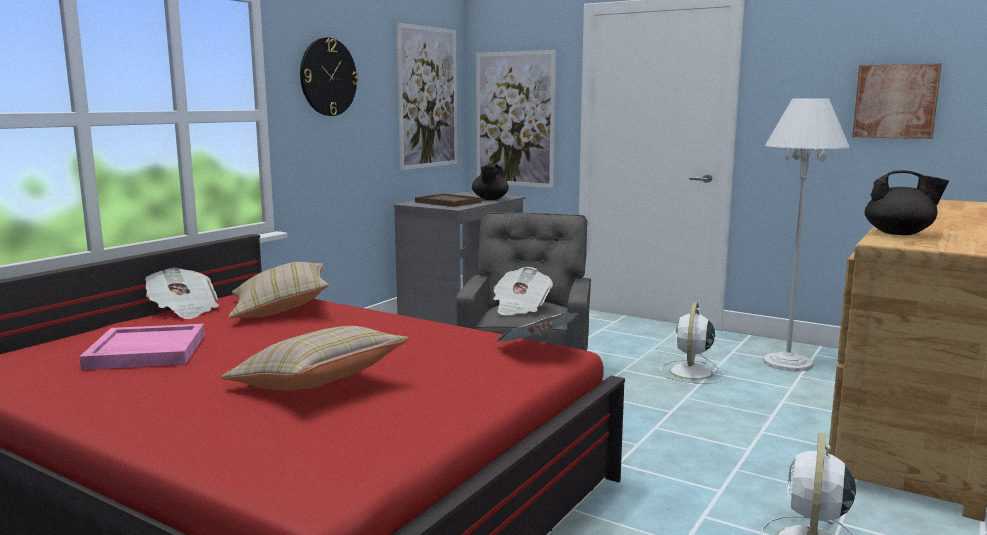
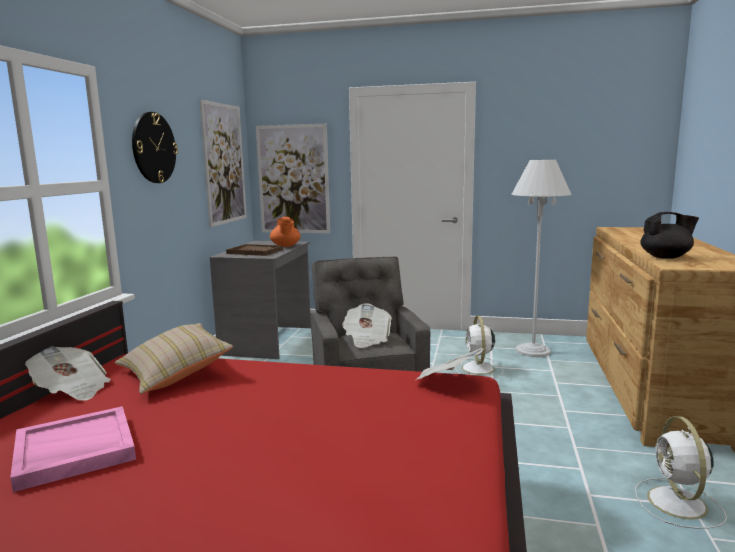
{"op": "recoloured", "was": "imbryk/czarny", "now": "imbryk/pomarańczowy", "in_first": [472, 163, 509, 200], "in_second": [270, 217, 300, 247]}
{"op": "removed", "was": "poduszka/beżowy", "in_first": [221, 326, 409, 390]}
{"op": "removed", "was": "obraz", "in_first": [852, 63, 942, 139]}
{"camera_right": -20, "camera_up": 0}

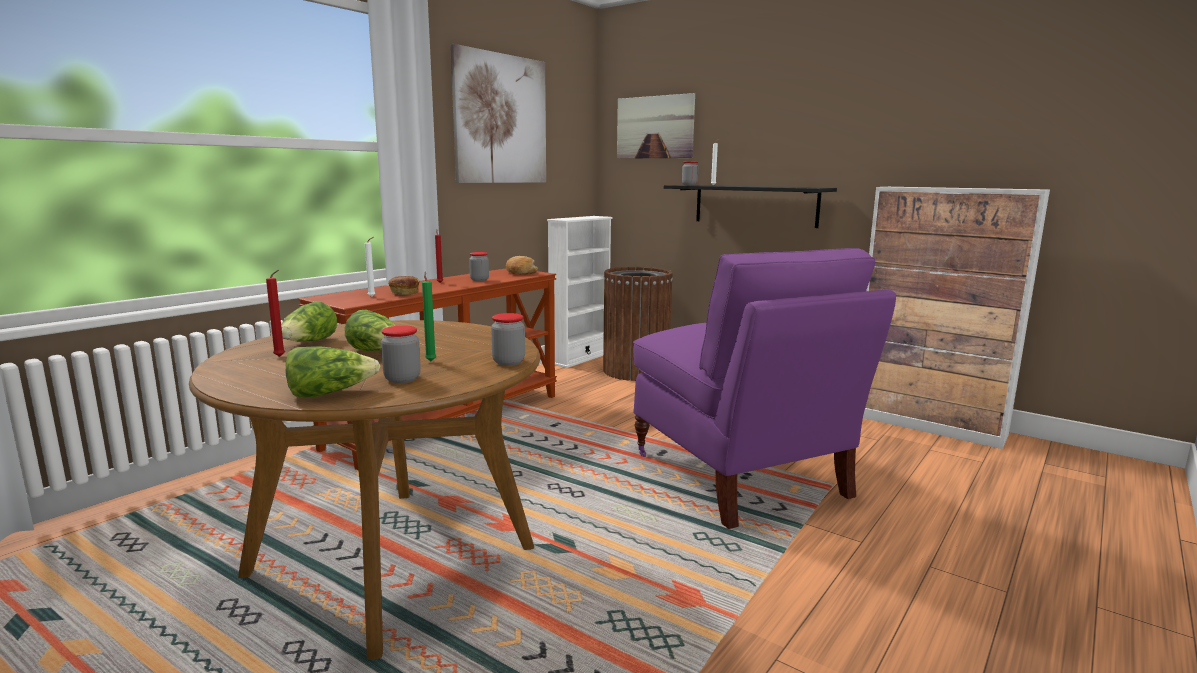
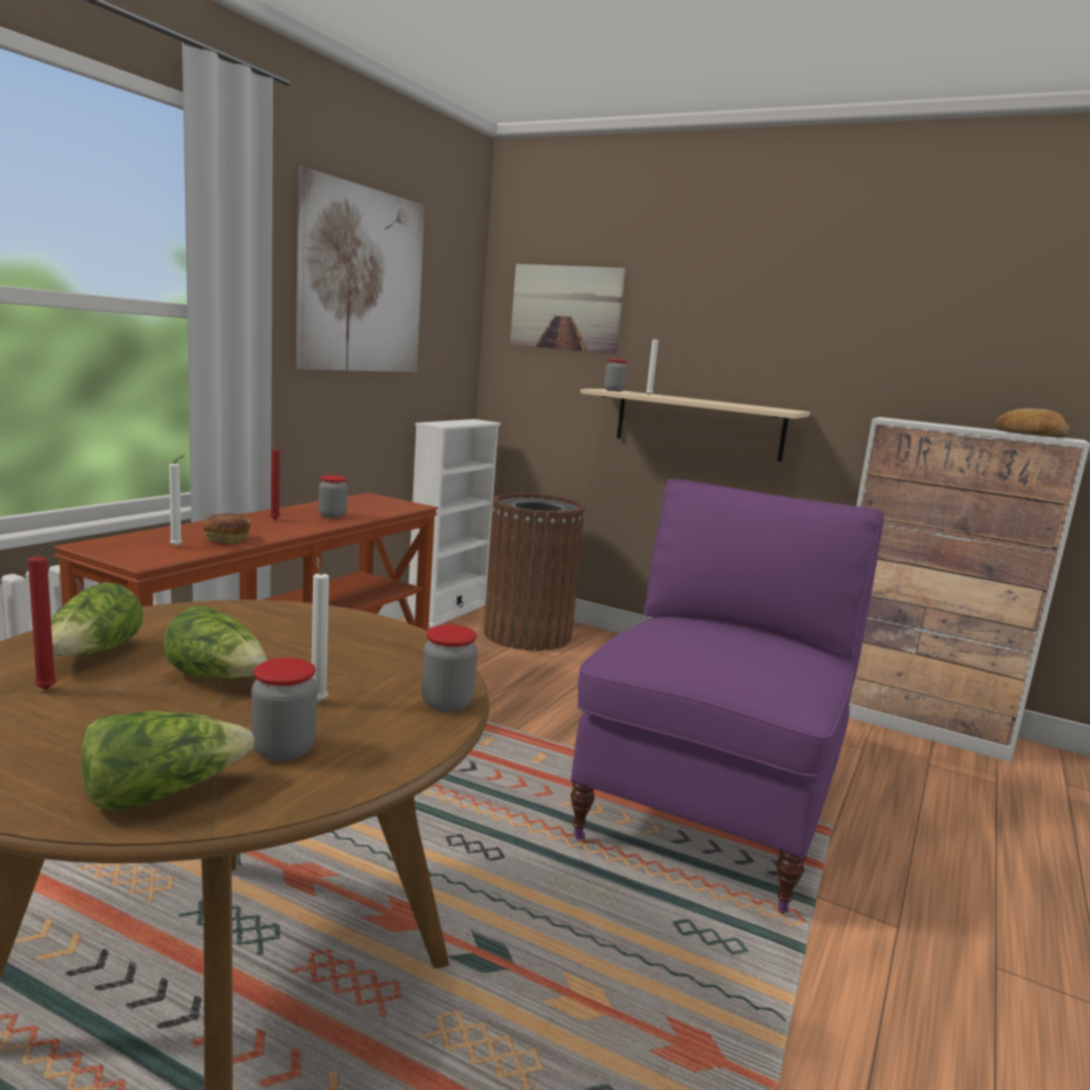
{"op": "recoloured", "was": "świeca/zielony", "now": "świeca/biały", "in_first": [422, 272, 437, 361], "in_second": [312, 557, 329, 702]}
{"op": "turned", "was": "krzesło/fioletowy", "in_first": [633, 248, 896, 529], "in_second": [570, 479, 884, 914], "clockwise": -120}
{"op": "recoloured", "was": "półka/czarny", "now": "półka/beżowy", "in_first": [664, 185, 837, 228], "in_second": [580, 389, 810, 462]}
{"op": "moved", "was": "chleb", "in_first": [506, 256, 538, 275], "in_second": [996, 409, 1070, 437]}
{"camera_right": -10, "camera_up": 0}

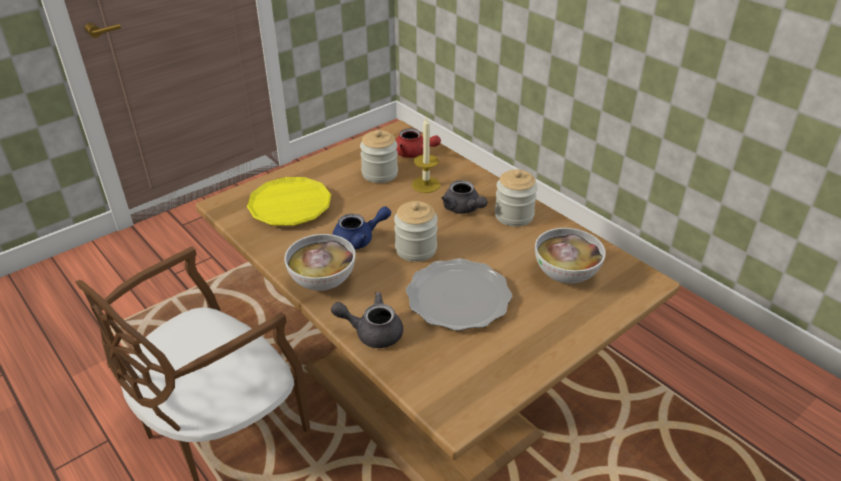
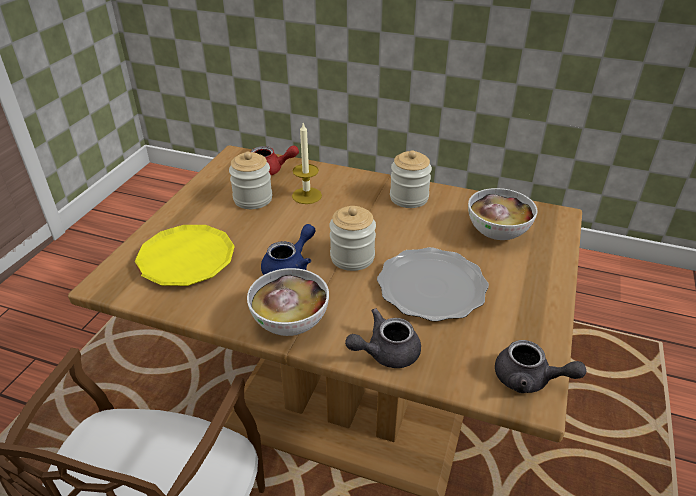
{"op": "moved", "was": "imbryk/szary", "in_first": [441, 180, 487, 214], "in_second": [495, 340, 586, 393]}
{"camera_right": -30, "camera_up": 0}

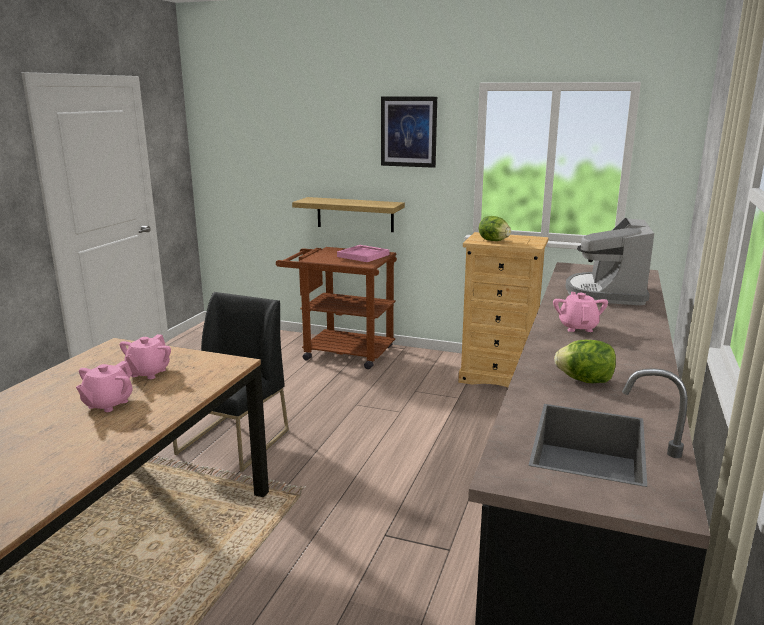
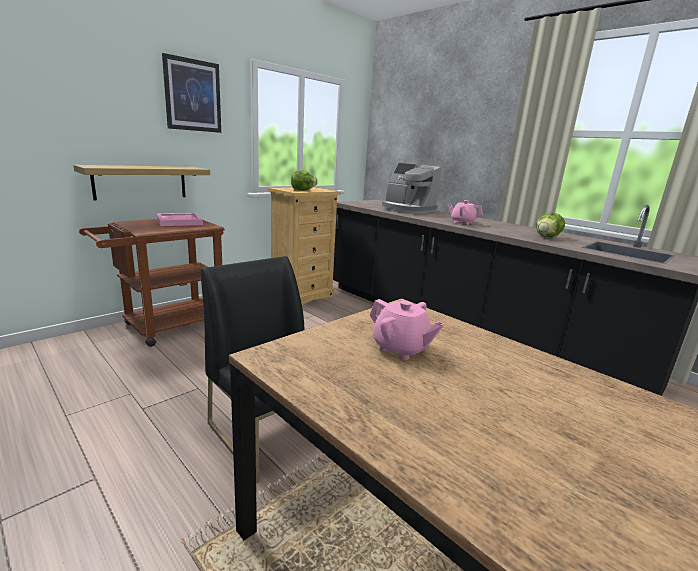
{"op": "removed", "was": "imbryk/różowy", "in_first": [76, 361, 133, 412]}
{"camera_right": -65, "camera_up": 0}

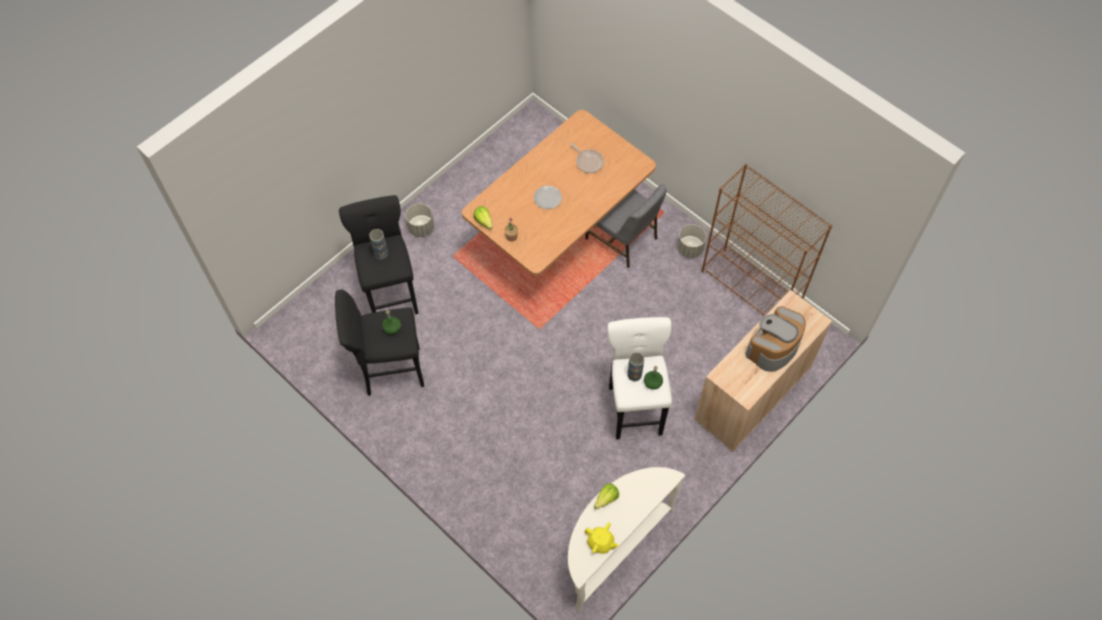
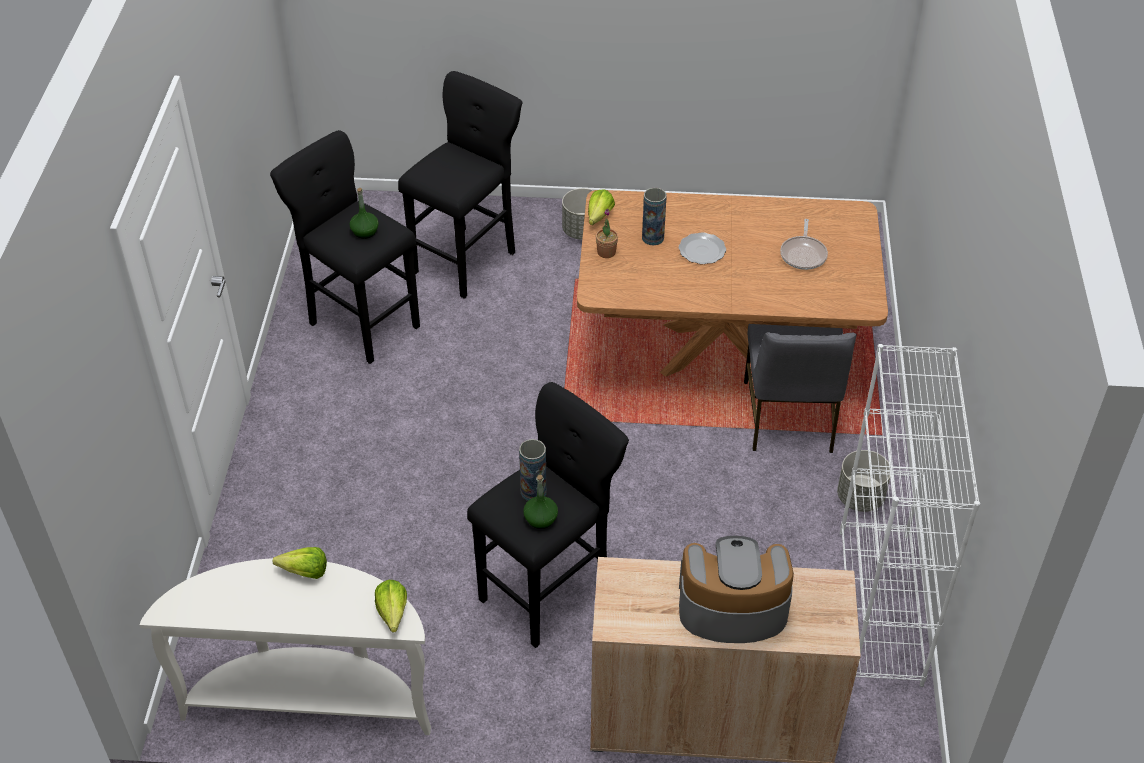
{"op": "added", "now": "sałata", "in_second": [375, 580, 407, 632]}
{"op": "recoloured", "was": "stołek/biały", "now": "stołek/czarny", "in_first": [608, 317, 672, 440], "in_second": [467, 382, 629, 648]}
{"op": "moved", "was": "wazon", "in_first": [369, 229, 388, 259], "in_second": [642, 188, 667, 245]}
{"op": "recoloured", "was": "regał/brązowy", "now": "regał/biały", "in_first": [702, 164, 832, 316], "in_second": [840, 344, 980, 687]}
{"op": "removed", "was": "imbryk/żółty", "in_first": [584, 522, 619, 554]}
{"camera_right": 50, "camera_up": -15}

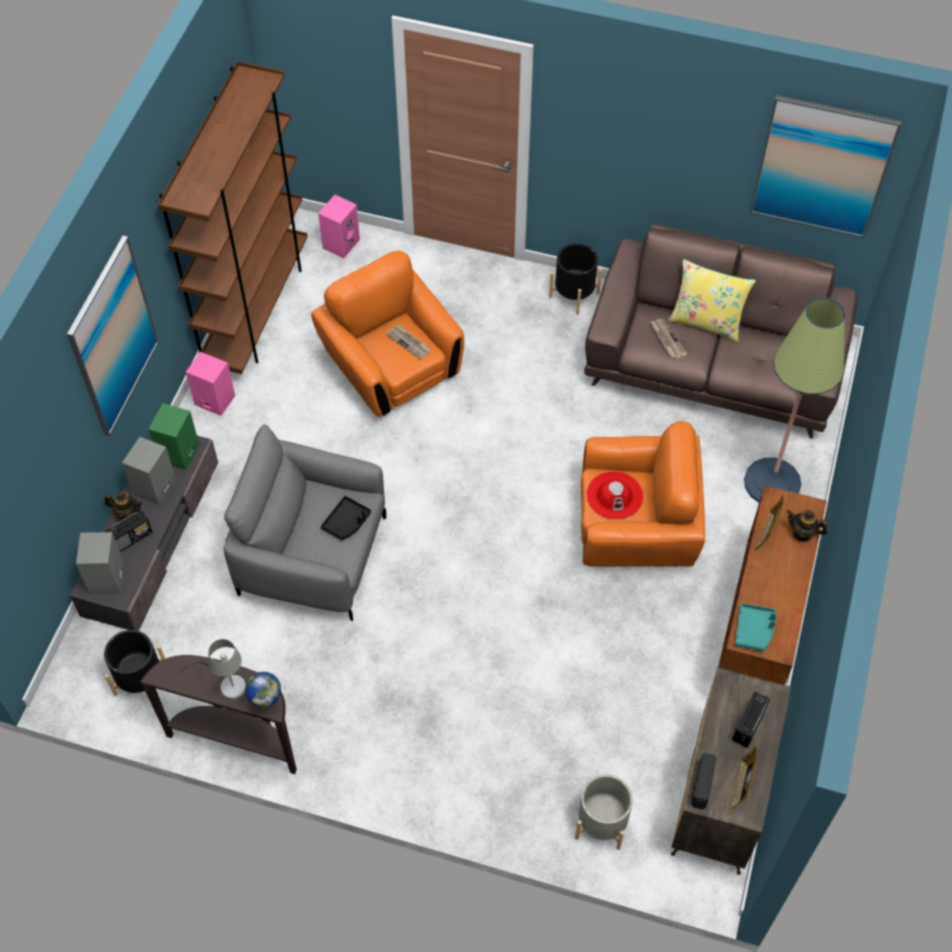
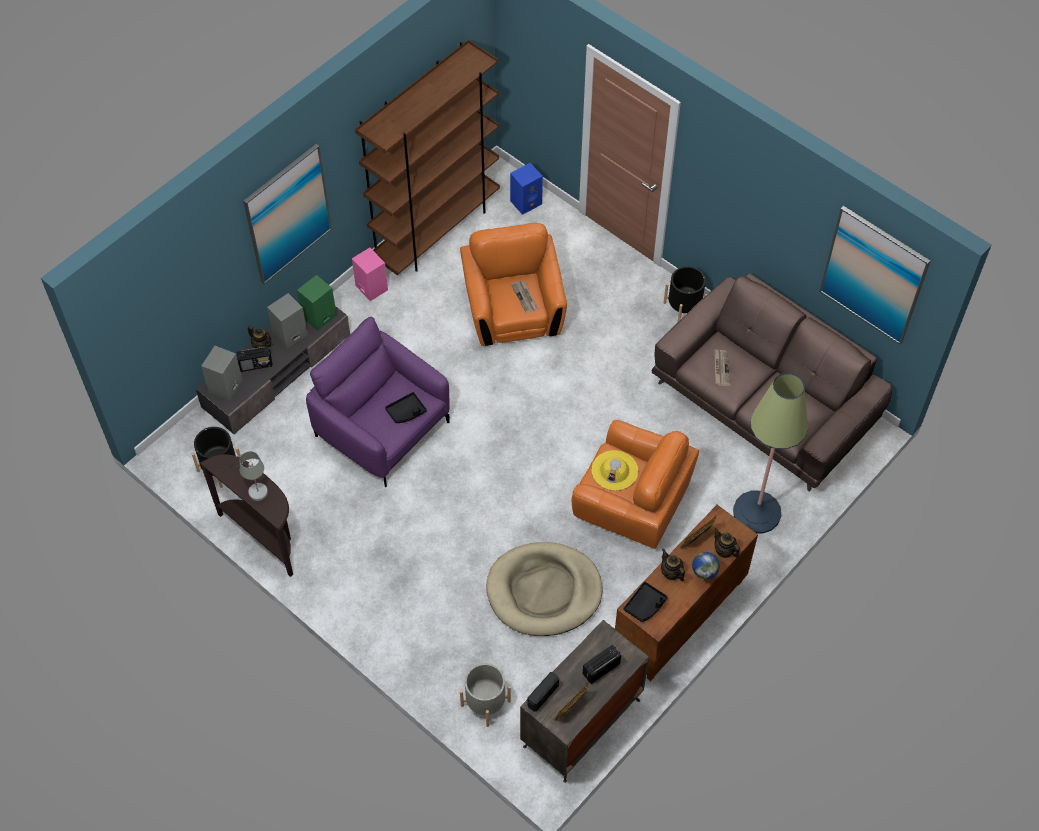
{"op": "recoloured", "was": "fotel/szary", "now": "fotel/fioletowy", "in_first": [224, 424, 386, 621], "in_second": [306, 317, 450, 487]}
{"op": "added", "now": "legowisko/beżowy", "in_second": [486, 542, 602, 636]}
{"op": "recoloured", "was": "głośnik/różowy", "now": "głośnik/niebieski", "in_first": [318, 195, 360, 258], "in_second": [510, 163, 543, 215]}
{"op": "recoloured", "was": "kapelusz/czerwony", "now": "kapelusz/żółty", "in_first": [586, 471, 643, 520], "in_second": [591, 450, 638, 491]}
{"op": "recoloured", "was": "taca/turkusowy", "now": "taca/czarny", "in_first": [735, 603, 777, 651], "in_second": [623, 582, 668, 622]}
{"op": "added", "now": "imbryk", "in_second": [661, 549, 685, 581]}
{"op": "moved", "was": "globus", "in_first": [245, 672, 281, 708], "in_second": [692, 552, 720, 580]}
{"op": "removed", "was": "poduszka/żółty", "in_first": [668, 259, 756, 342]}
{"camera_right": 25, "camera_up": 0}

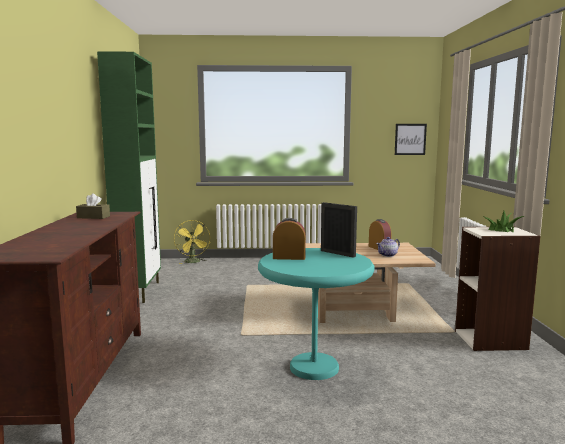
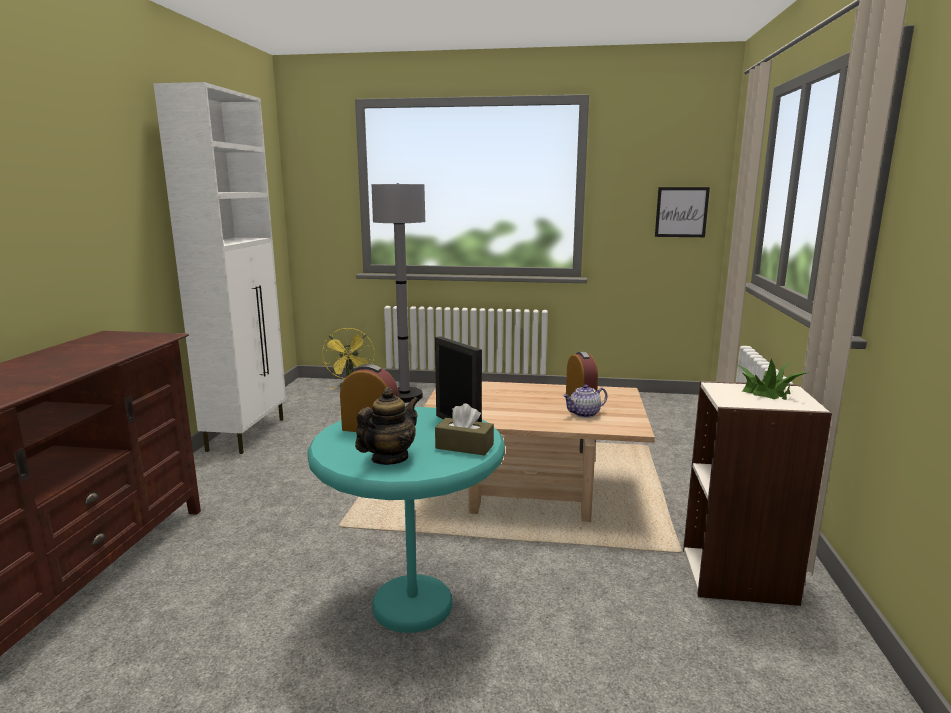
{"op": "recoloured", "was": "szafka/zielony", "now": "szafka/biały", "in_first": [97, 51, 161, 303], "in_second": [153, 82, 286, 454]}
{"op": "added", "now": "imbryk", "in_second": [355, 387, 419, 465]}
{"op": "added", "now": "lampa stojąca/szary", "in_second": [371, 183, 426, 403]}
{"op": "moved", "was": "pudełko chusteczek/brązowy", "in_first": [76, 193, 110, 219], "in_second": [435, 403, 494, 456]}
{"camera_right": 10, "camera_up": 5}

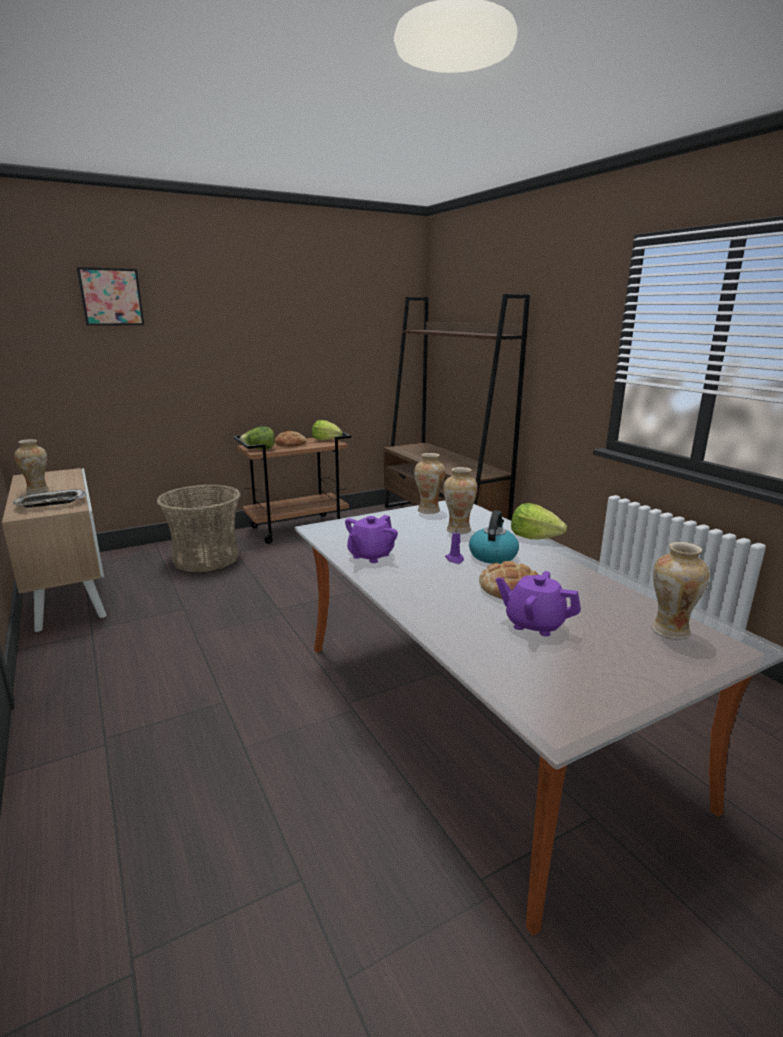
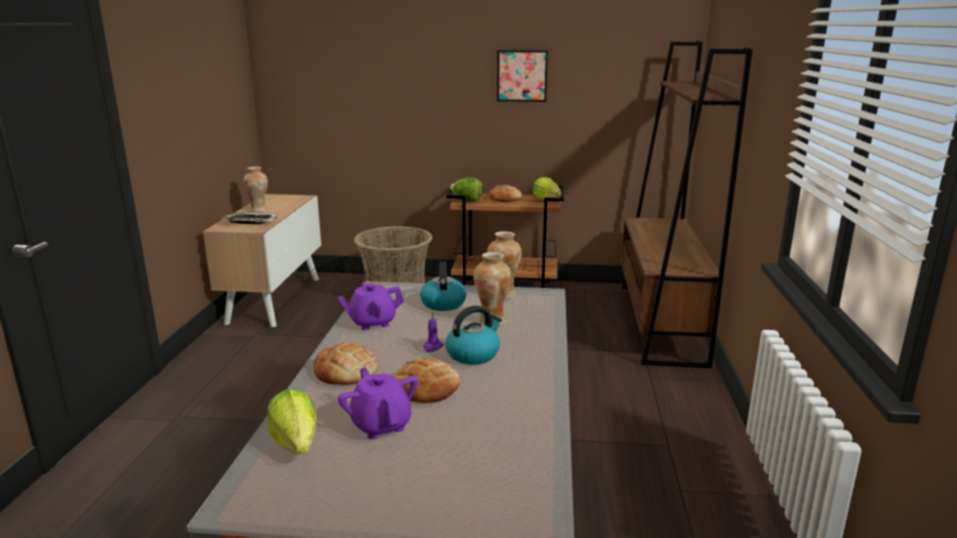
{"op": "moved", "was": "sałata", "in_first": [511, 503, 567, 539], "in_second": [267, 389, 317, 454]}
{"op": "added", "now": "chleb", "in_second": [314, 342, 379, 385]}
{"op": "added", "now": "czajnik", "in_second": [420, 261, 466, 311]}
{"op": "moved", "was": "obraz", "in_first": [77, 267, 144, 326], "in_second": [497, 50, 548, 102]}
{"op": "removed", "was": "wazon", "in_first": [651, 542, 709, 640]}
{"camera_right": 35, "camera_up": 0}

